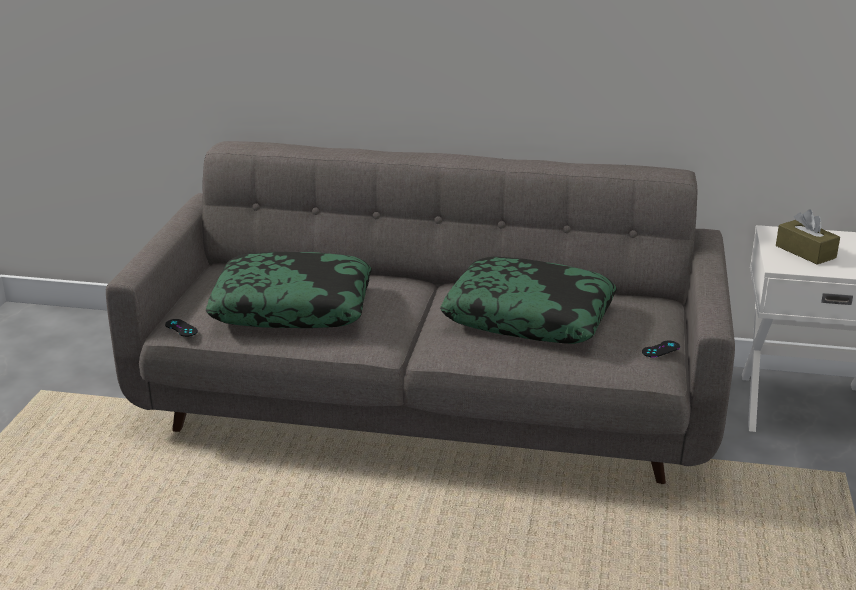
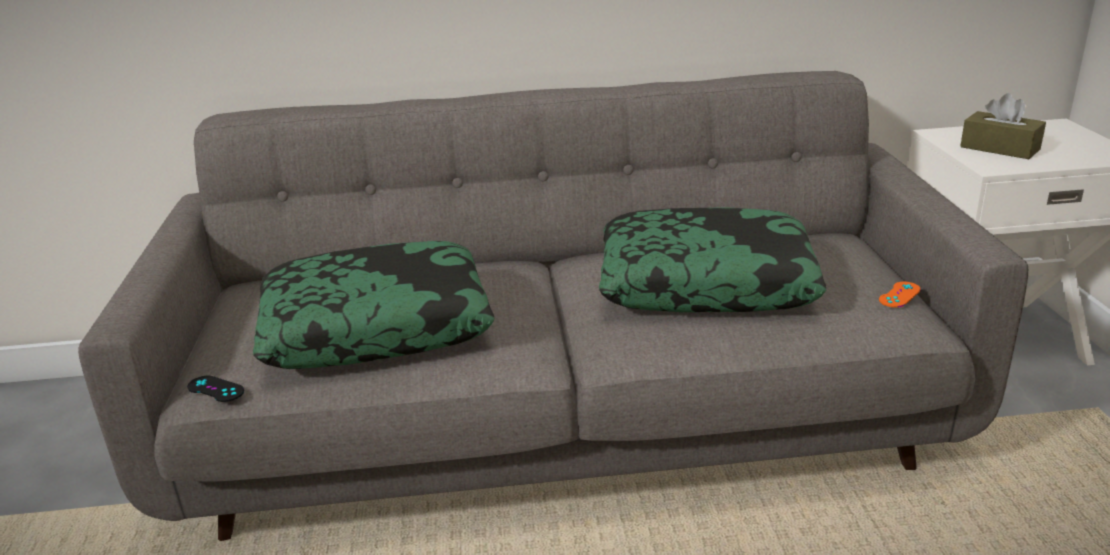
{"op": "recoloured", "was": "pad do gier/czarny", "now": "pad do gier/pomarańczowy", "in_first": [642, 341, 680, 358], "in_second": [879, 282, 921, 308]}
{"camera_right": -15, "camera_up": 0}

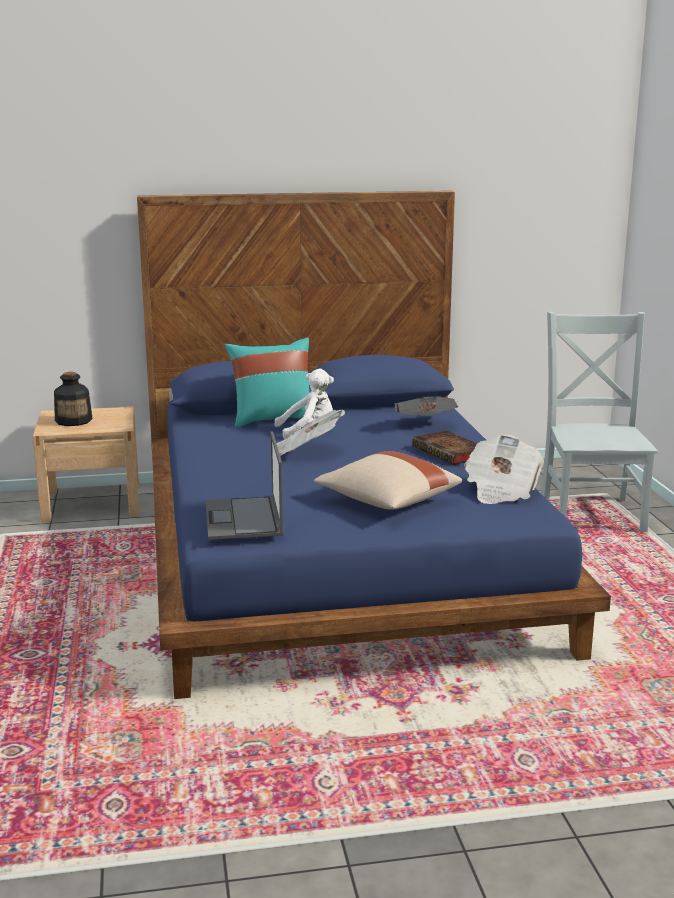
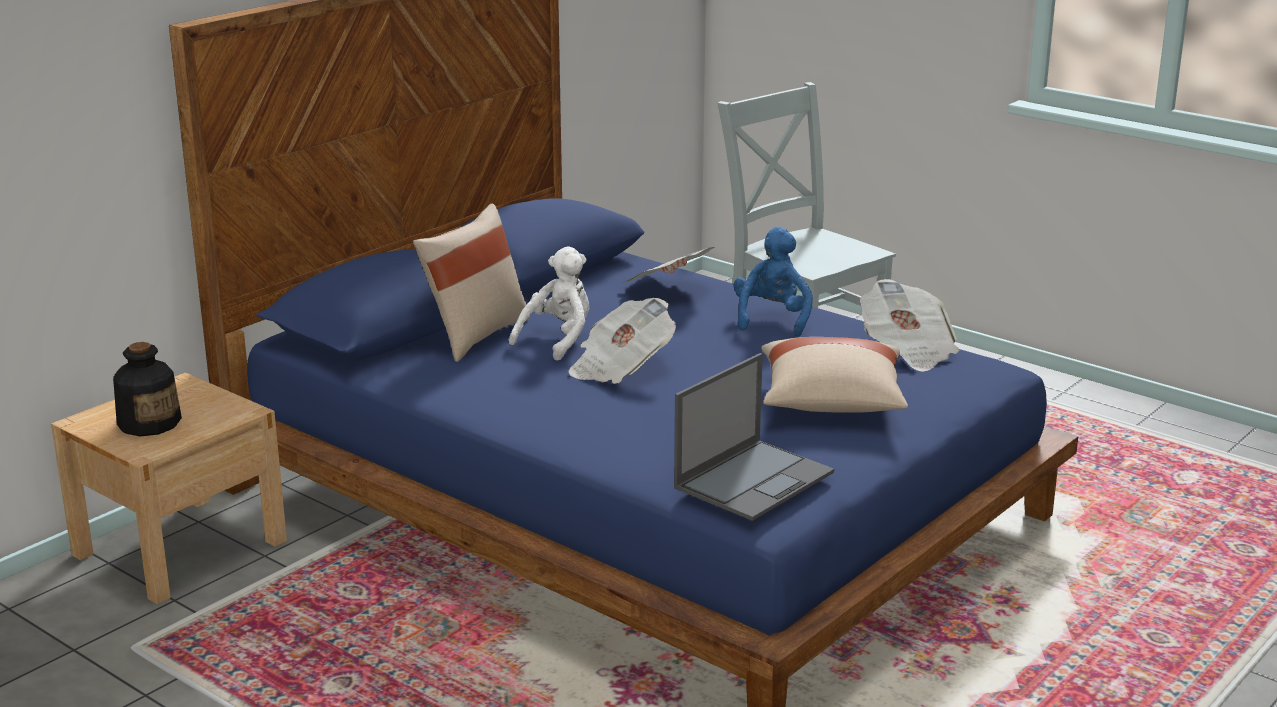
{"op": "recoloured", "was": "poduszka/turkusowy", "now": "poduszka/beżowy", "in_first": [225, 337, 310, 428], "in_second": [413, 204, 530, 362]}
{"op": "turned", "was": "laptop", "in_first": [206, 431, 283, 540], "in_second": [674, 353, 834, 521], "clockwise": -90}
{"op": "replaced", "was": "książka", "now": "pluszak/niebieski", "in_first": [412, 431, 477, 465], "in_second": [734, 227, 813, 337]}
{"camera_right": -40, "camera_up": 5}

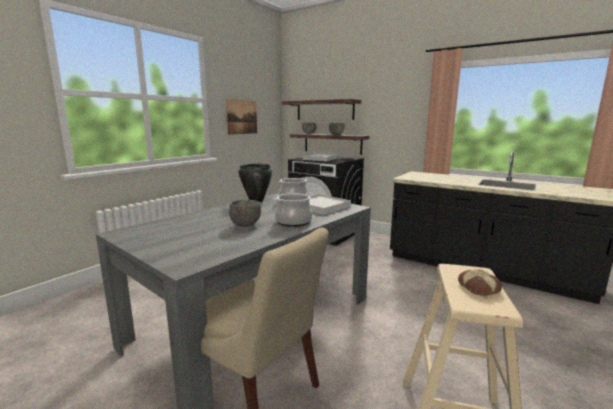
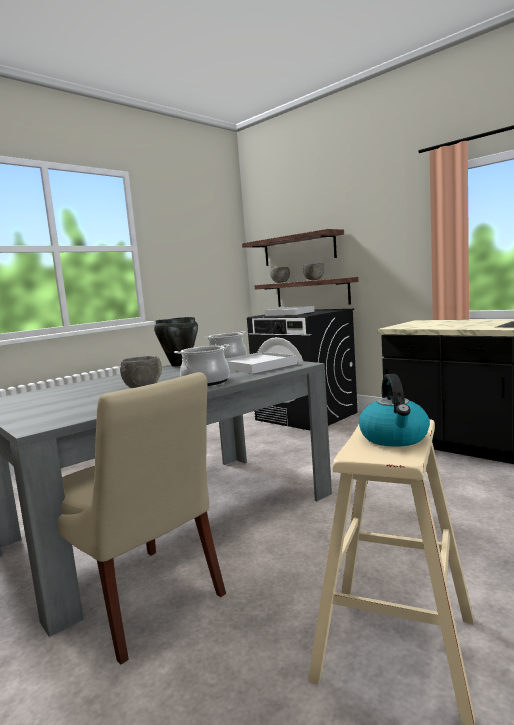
{"op": "replaced", "was": "chleb", "now": "czajnik", "in_first": [458, 269, 502, 296], "in_second": [359, 374, 430, 447]}
{"op": "removed", "was": "obraz", "in_first": [226, 99, 257, 135]}
{"camera_right": 10, "camera_up": -5}

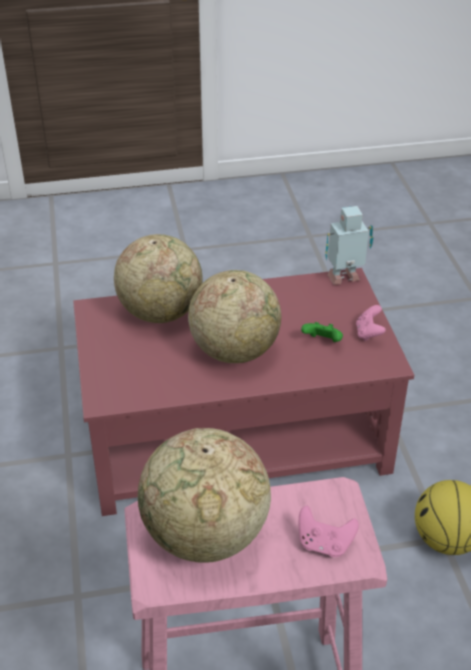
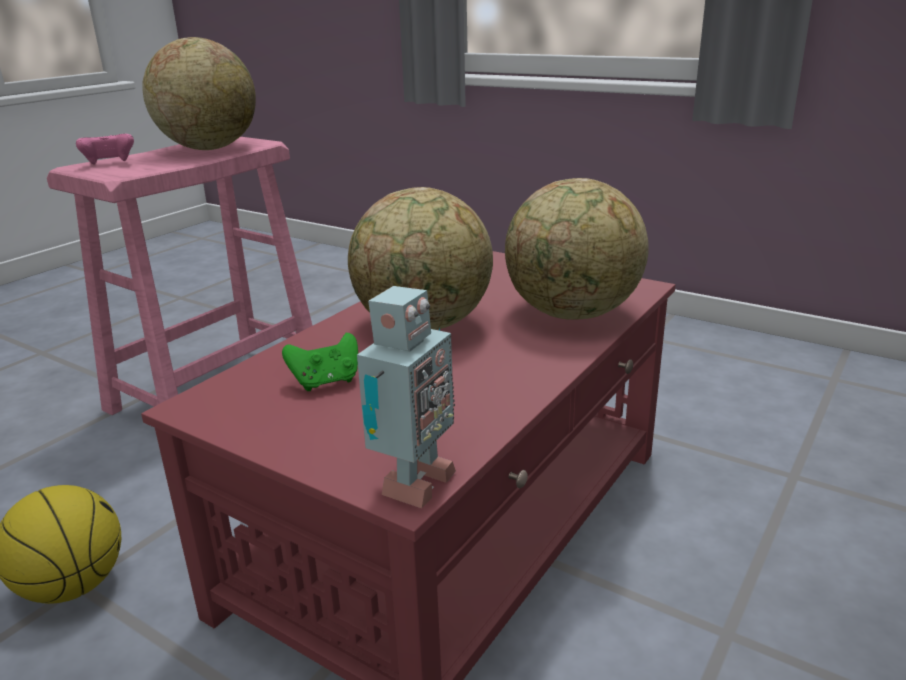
{"op": "removed", "was": "pad do gier/różowy", "in_first": [356, 305, 386, 341]}
{"camera_right": 135, "camera_up": -15}

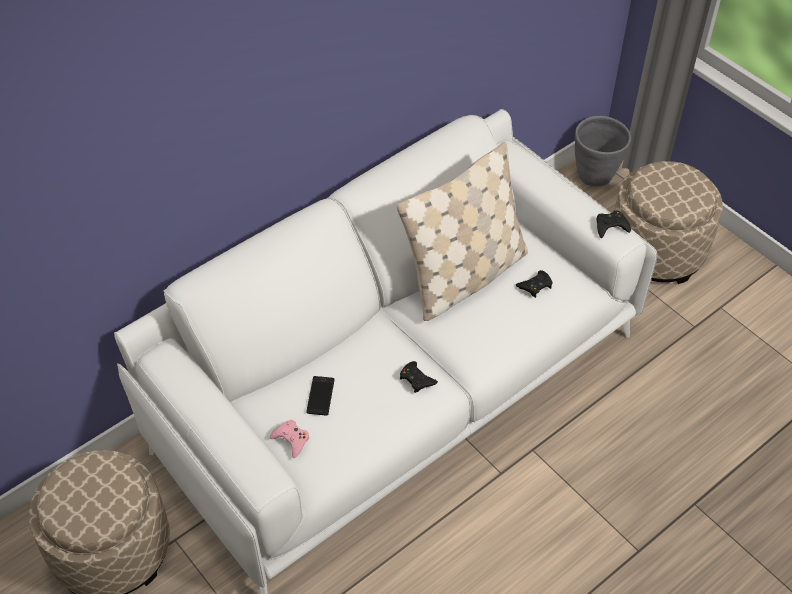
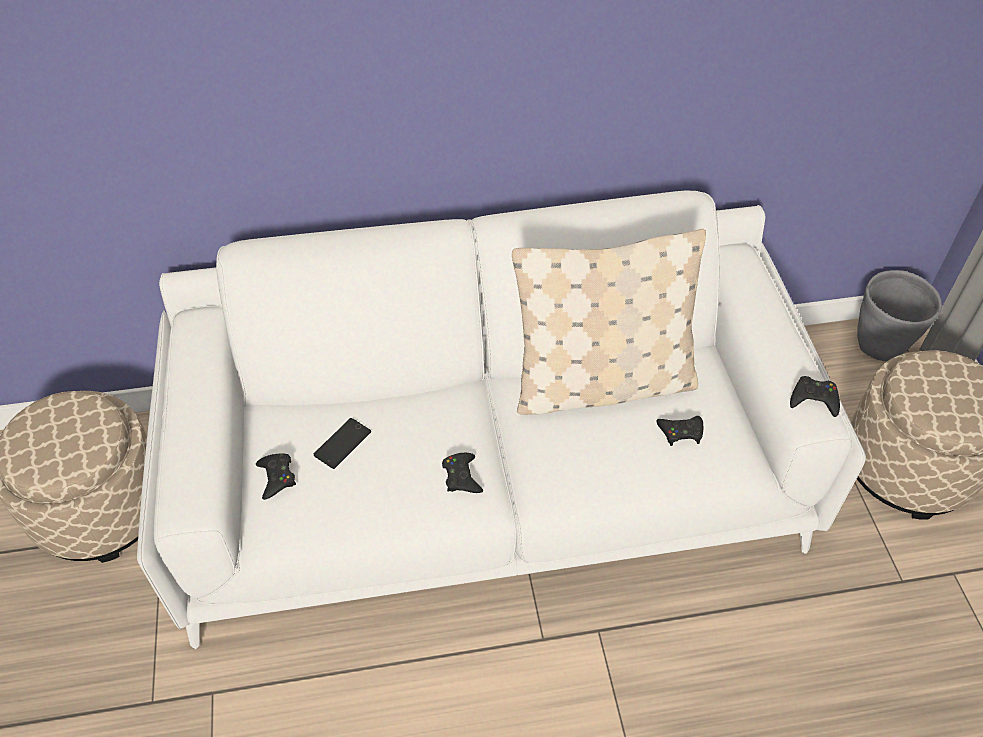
{"op": "recoloured", "was": "pad do gier/różowy", "now": "pad do gier/czarny", "in_first": [270, 420, 309, 458], "in_second": [256, 453, 296, 500]}
{"camera_right": 30, "camera_up": 0}

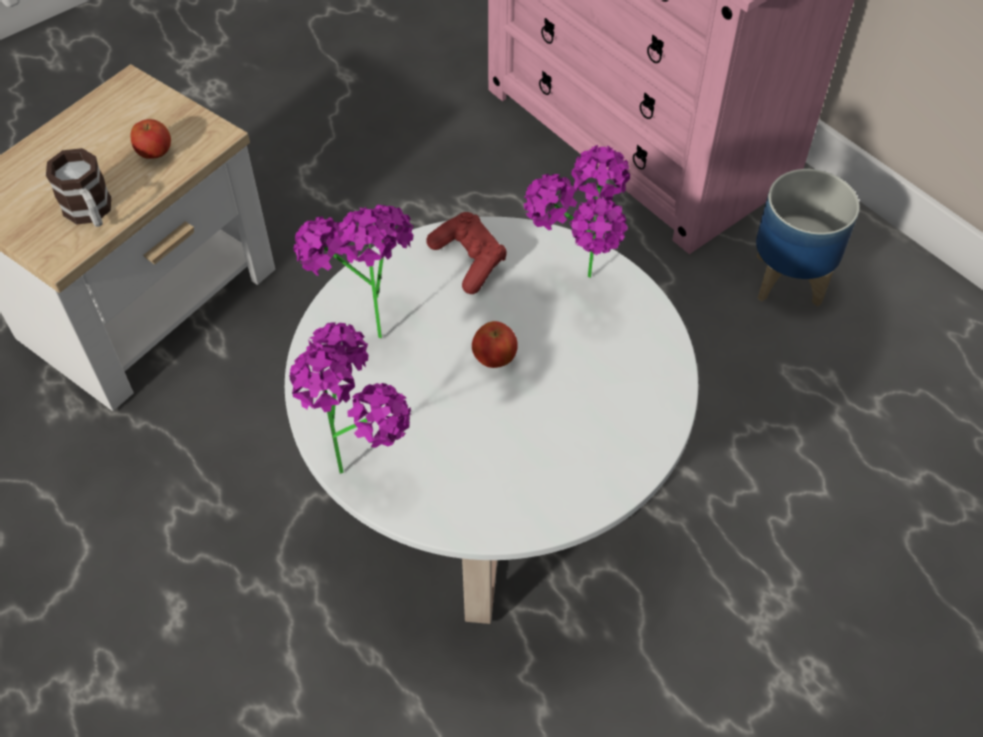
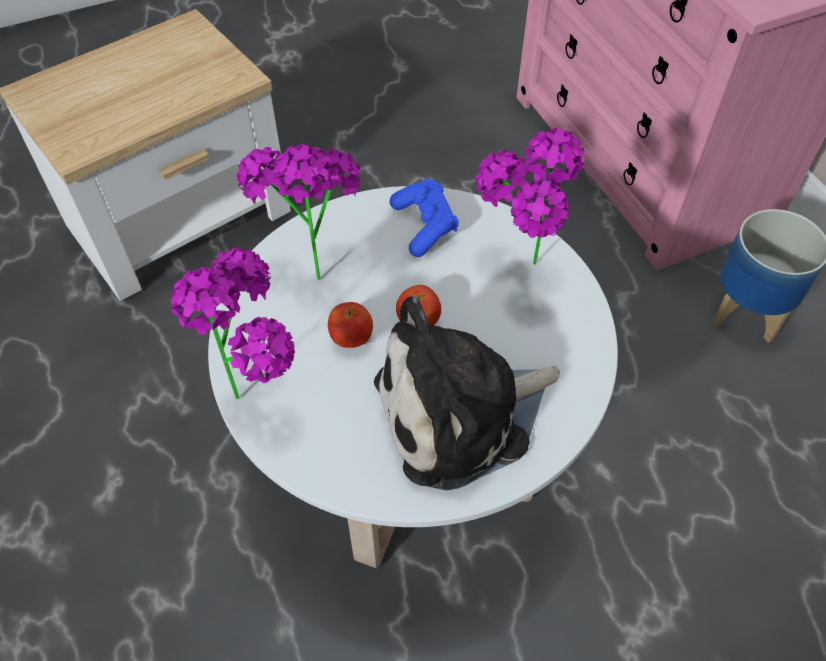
{"op": "moved", "was": "jabłko", "in_first": [130, 119, 171, 159], "in_second": [328, 302, 373, 348]}
{"op": "added", "now": "pluszak", "in_second": [374, 296, 560, 490]}
{"op": "recoloured", "was": "pad do gier/czerwony", "now": "pad do gier/niebieski", "in_first": [426, 212, 507, 294], "in_second": [390, 179, 459, 257]}
{"op": "removed", "was": "kubek", "in_first": [46, 148, 111, 227]}
{"camera_right": 15, "camera_up": 0}

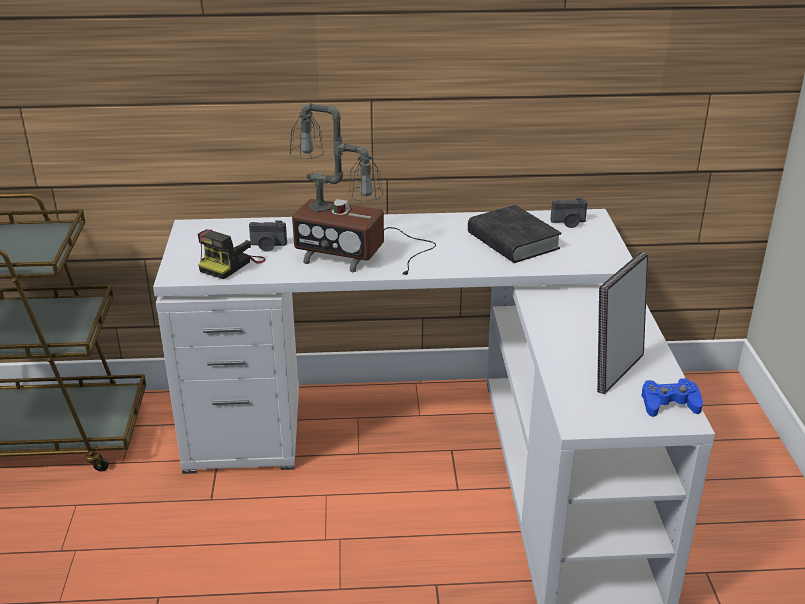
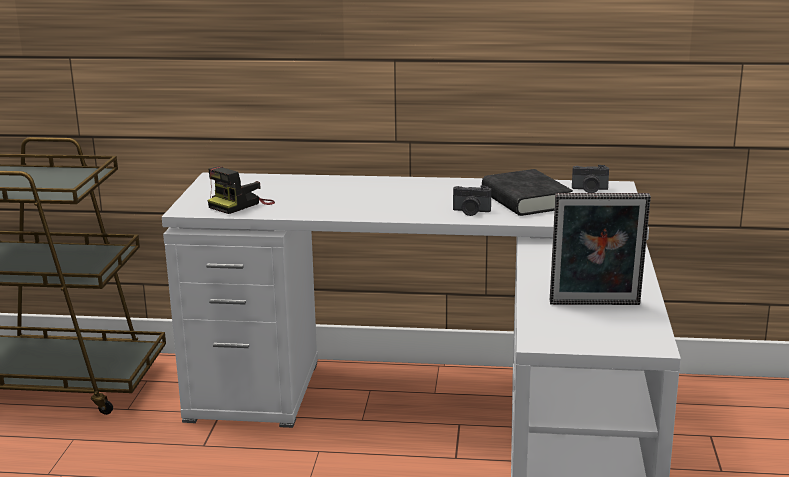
{"op": "moved", "was": "aparat fotograficzny", "in_first": [249, 220, 287, 251], "in_second": [453, 186, 491, 216]}
{"op": "turned", "was": "ramka na zdjęcie", "in_first": [597, 252, 648, 394], "in_second": [550, 193, 651, 305], "clockwise": -135}
{"op": "removed", "was": "lampa stołowa", "in_first": [290, 103, 436, 276]}
{"op": "removed", "was": "pad do gier/niebieski", "in_first": [642, 378, 703, 417]}
{"camera_right": 10, "camera_up": -10}

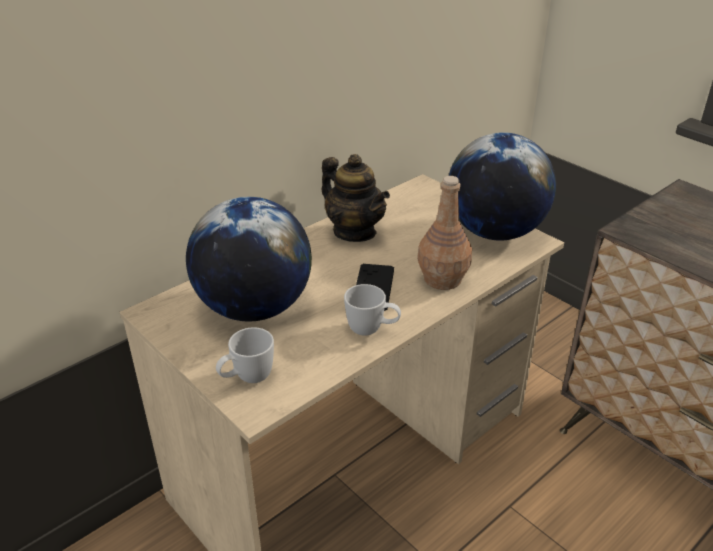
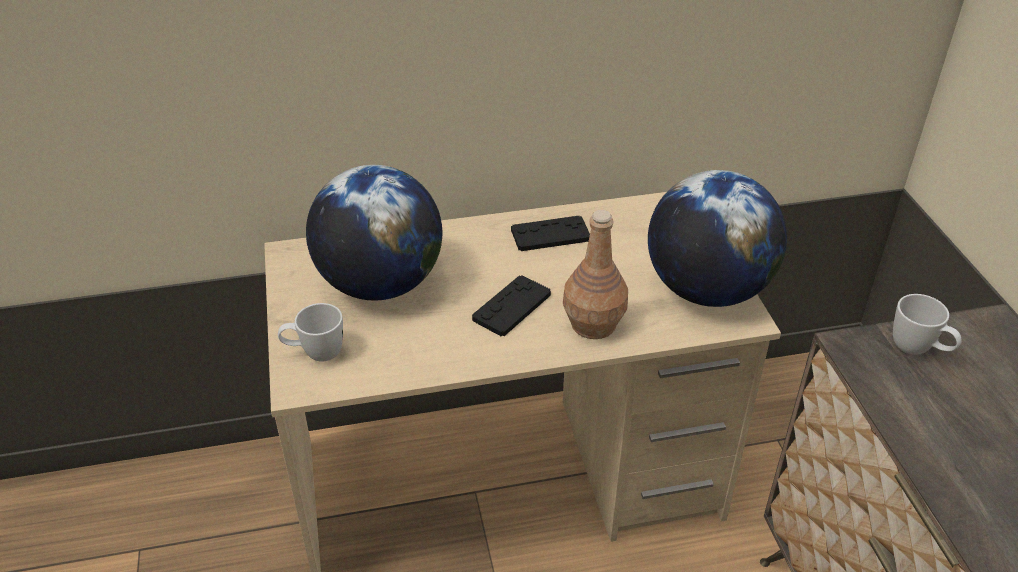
{"op": "replaced", "was": "imbryk", "now": "pad do gier/czarny", "in_first": [322, 154, 390, 242], "in_second": [511, 216, 590, 251]}
{"op": "moved", "was": "kubek/biały", "in_first": [344, 284, 401, 336], "in_second": [893, 294, 962, 355]}
{"camera_right": 30, "camera_up": 5}

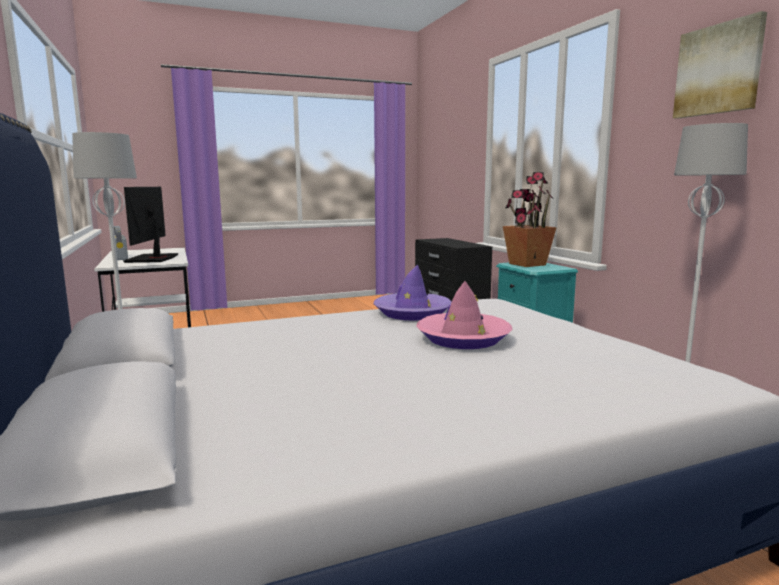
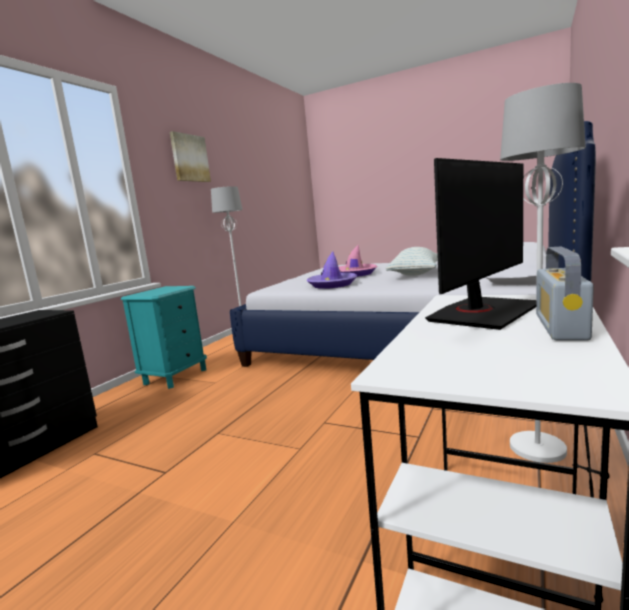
{"op": "added", "now": "poduszka", "in_second": [386, 247, 438, 276]}
{"op": "removed", "was": "roślina doniczkowa", "in_first": [503, 172, 557, 267]}
{"camera_right": -130, "camera_up": 0}

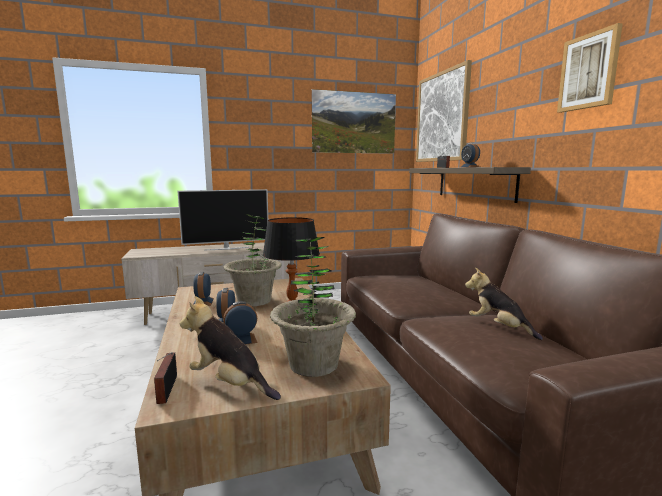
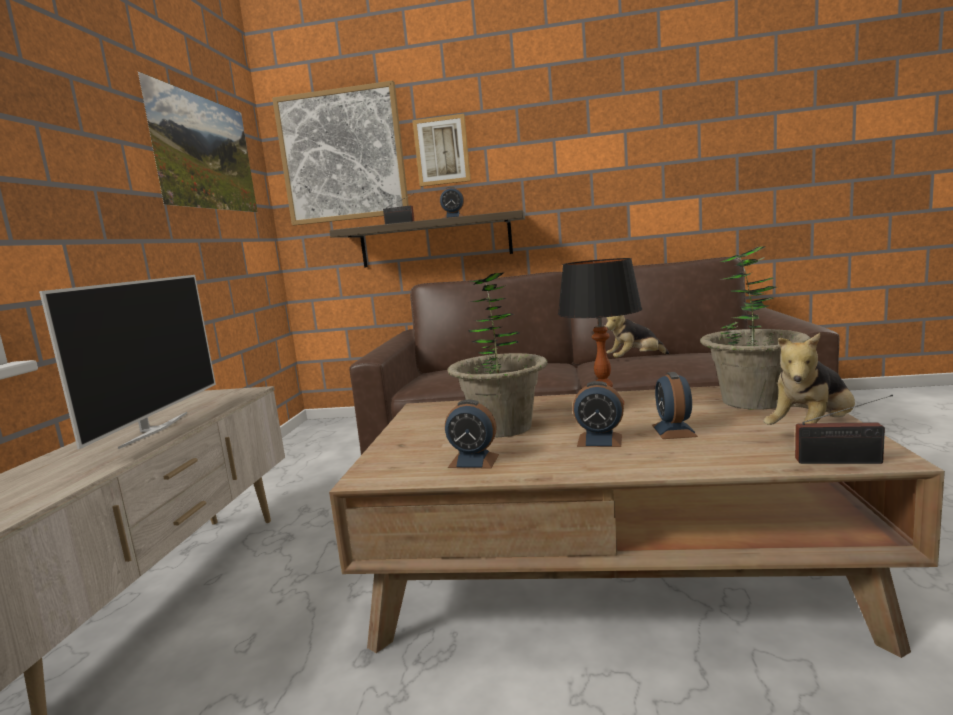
{"op": "moved", "was": "obraz", "in_first": [557, 23, 623, 113], "in_second": [412, 114, 471, 187]}
{"camera_right": -65, "camera_up": 0}

